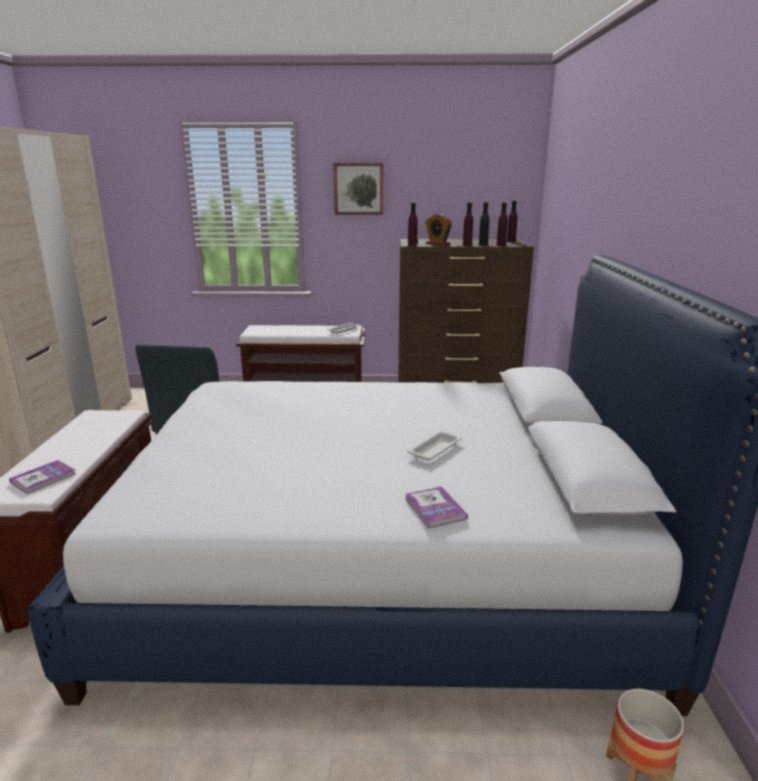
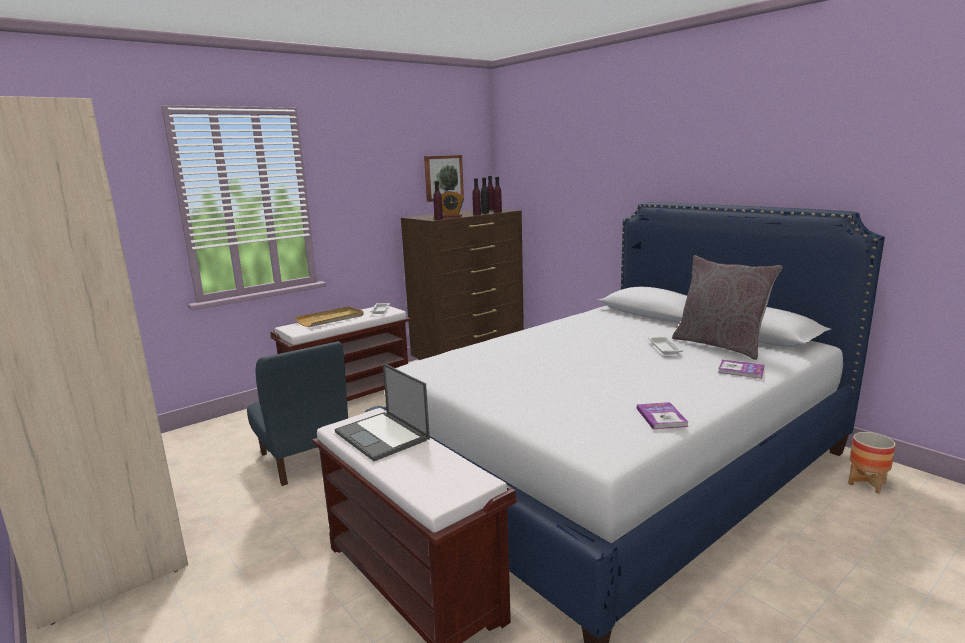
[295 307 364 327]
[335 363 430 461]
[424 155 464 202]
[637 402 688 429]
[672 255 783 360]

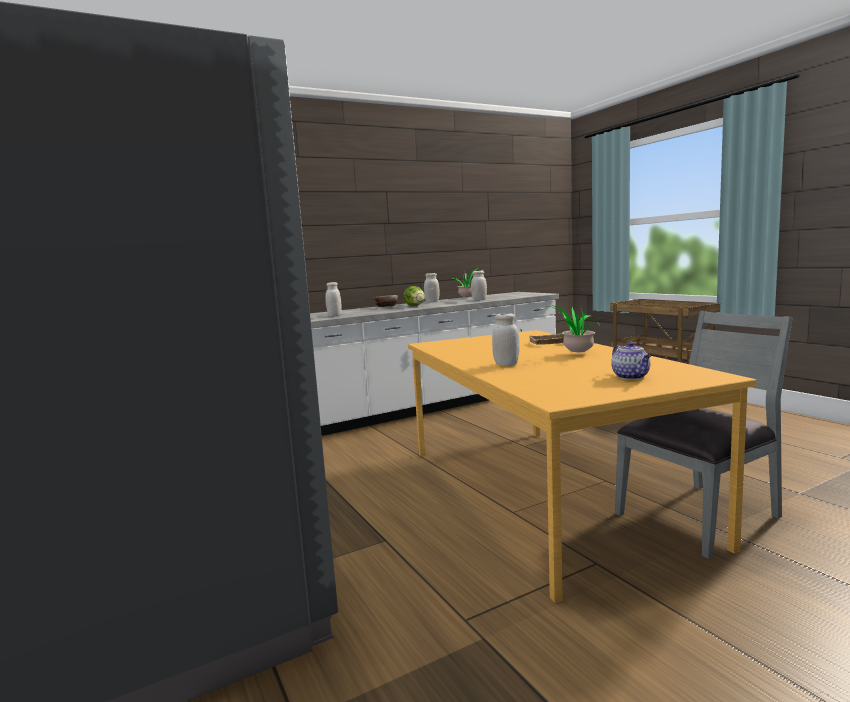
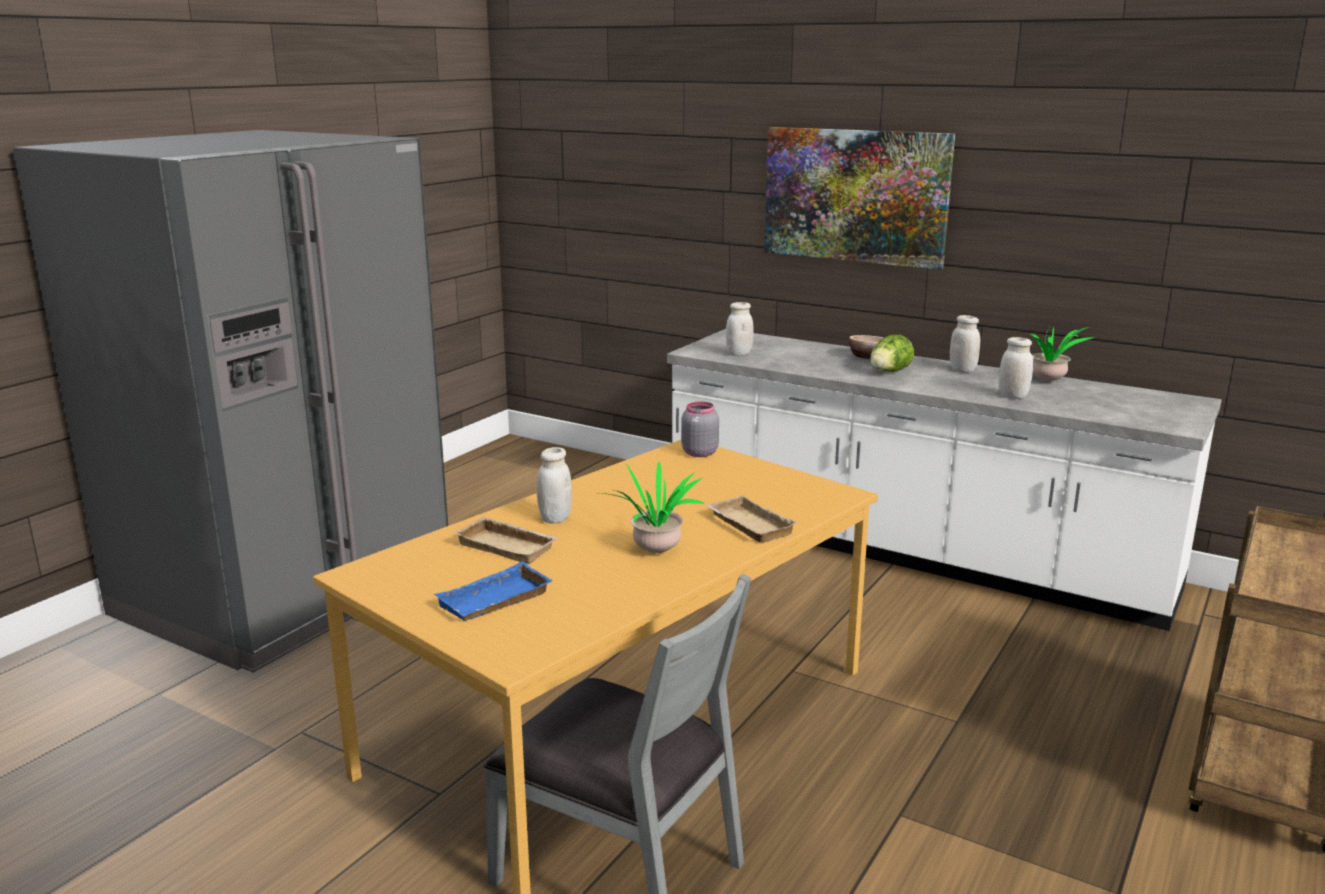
[434 561 553 621]
[453 517 559 564]
[681 402 719 457]
[764 127 955 270]

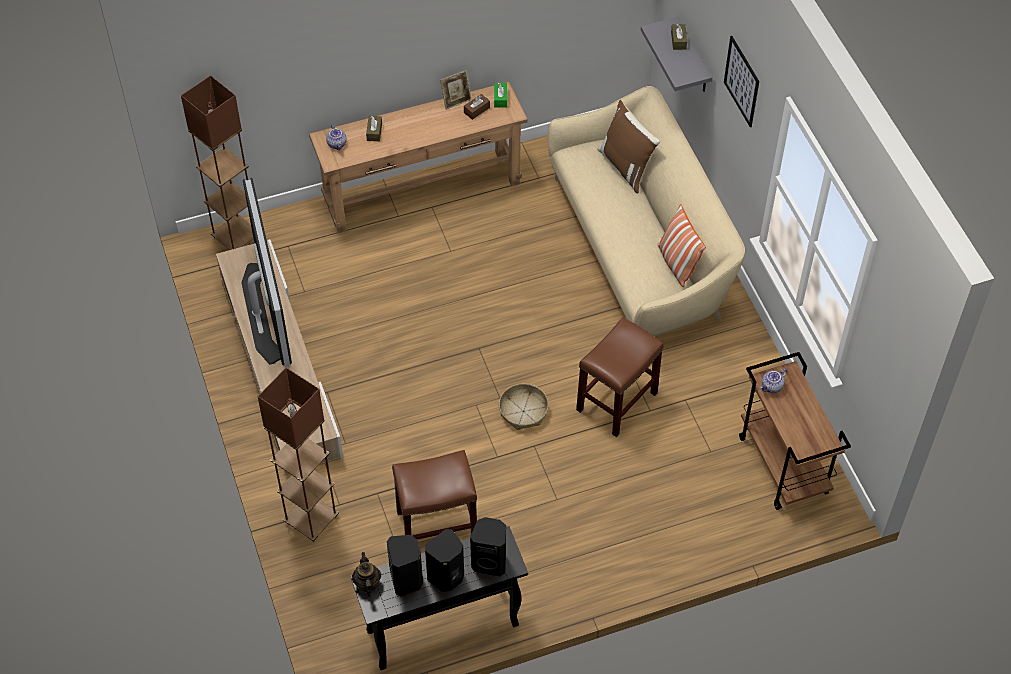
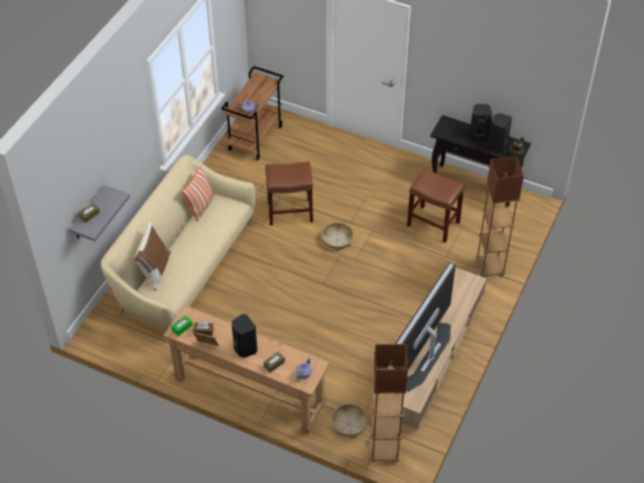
[232 314 257 358]
[332 404 368 438]
[724 36 759 127] (first image)

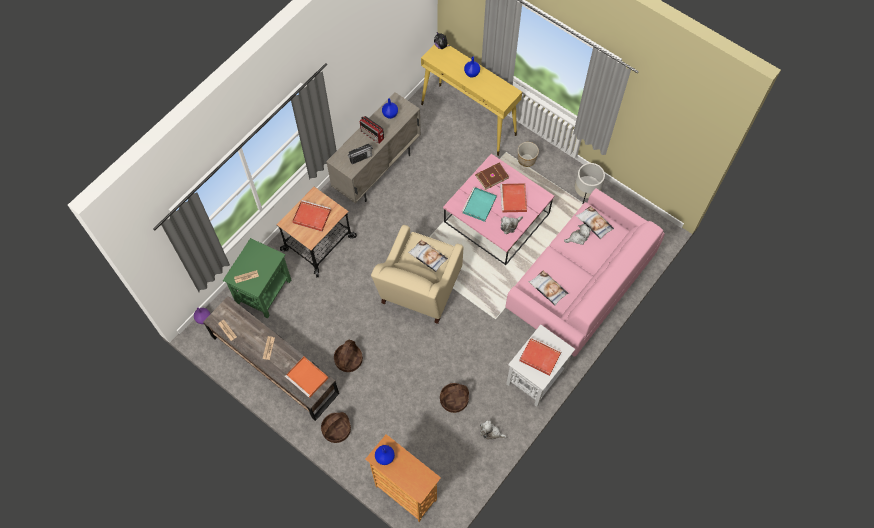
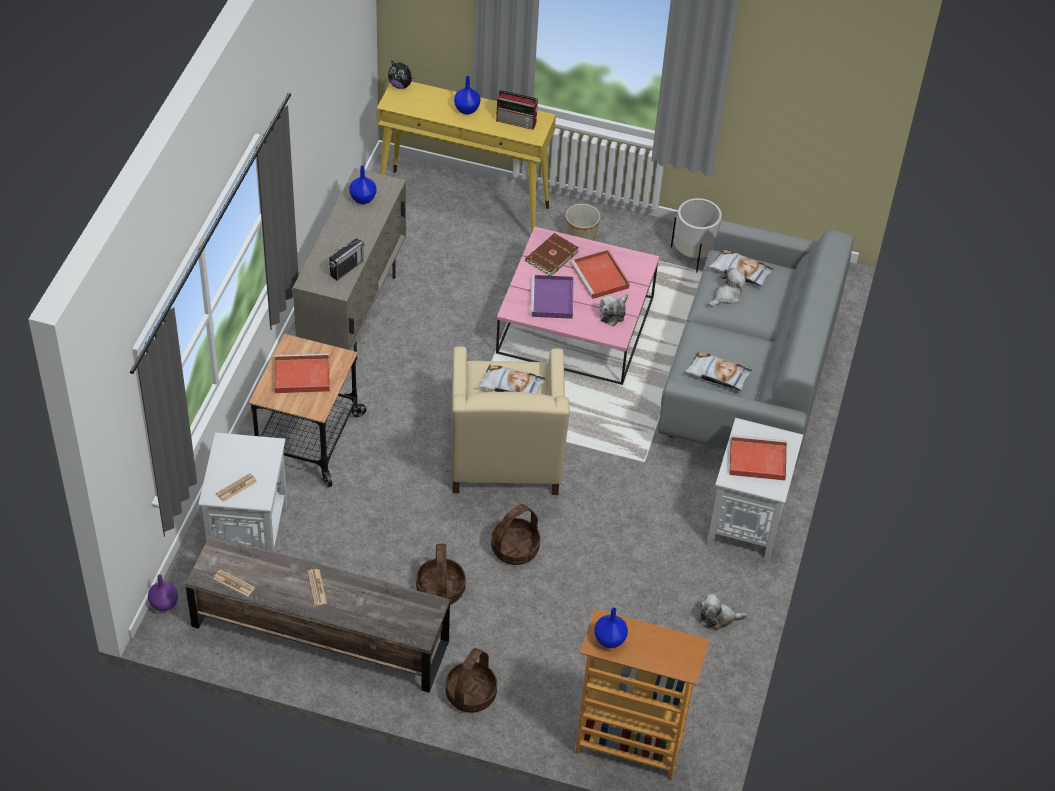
[198 433 288 552]
[491 504 540 565]
[496 90 539 130]
[530 275 573 319]
[658 220 854 467]
[285 357 328 398] (first image)

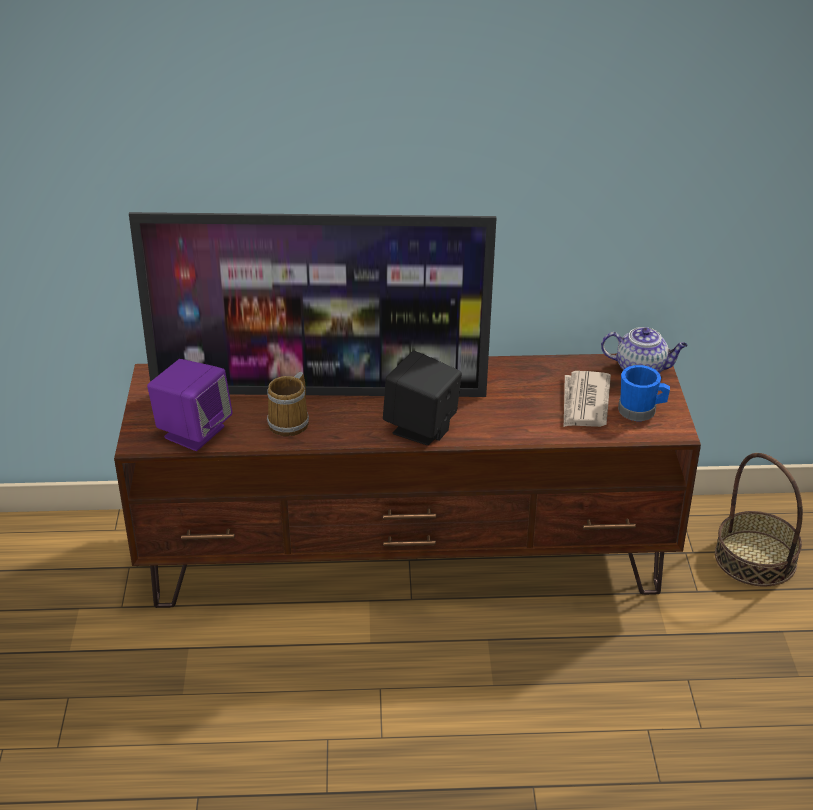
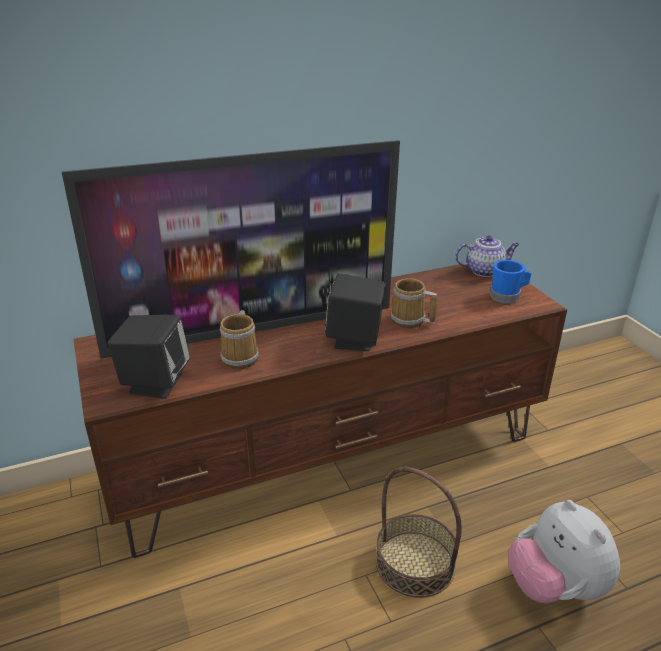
[107 315 190 399]
[376 467 462 598]
[391 278 437 328]
[508 500 620 603]
[564 371 611 427] (first image)

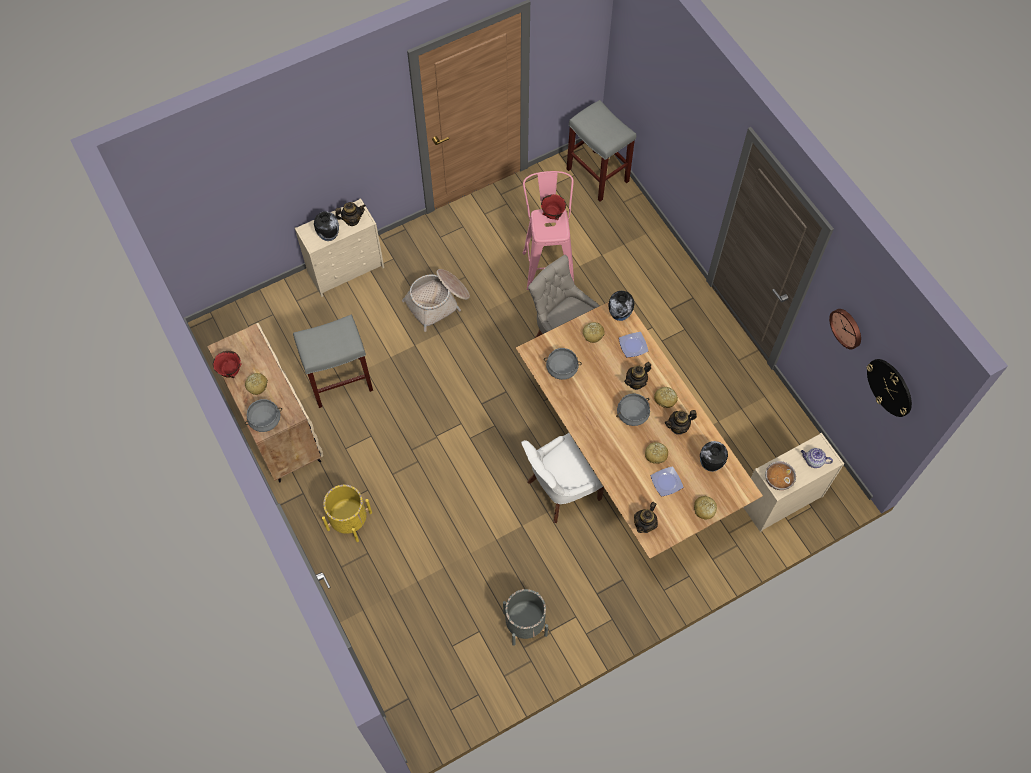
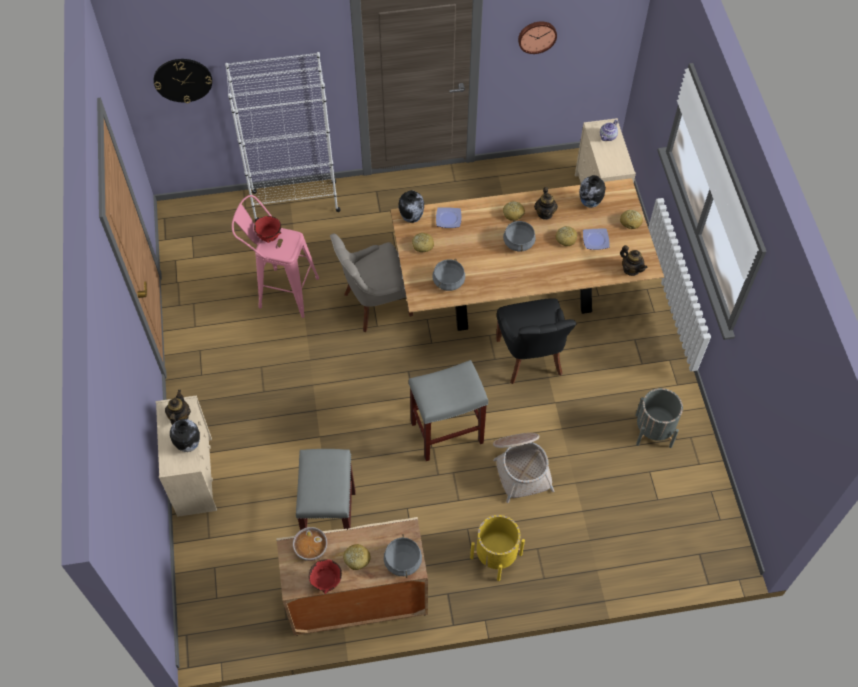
[154 59 212 103]
[225 52 341 222]
[293 527 327 561]
[409 360 488 461]
[493 433 554 503]
[496 298 576 384]
[624 362 651 390] (first image)

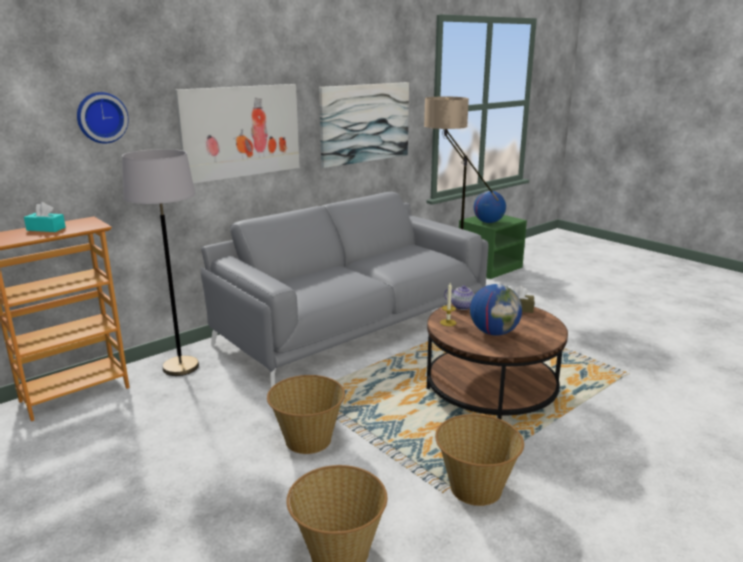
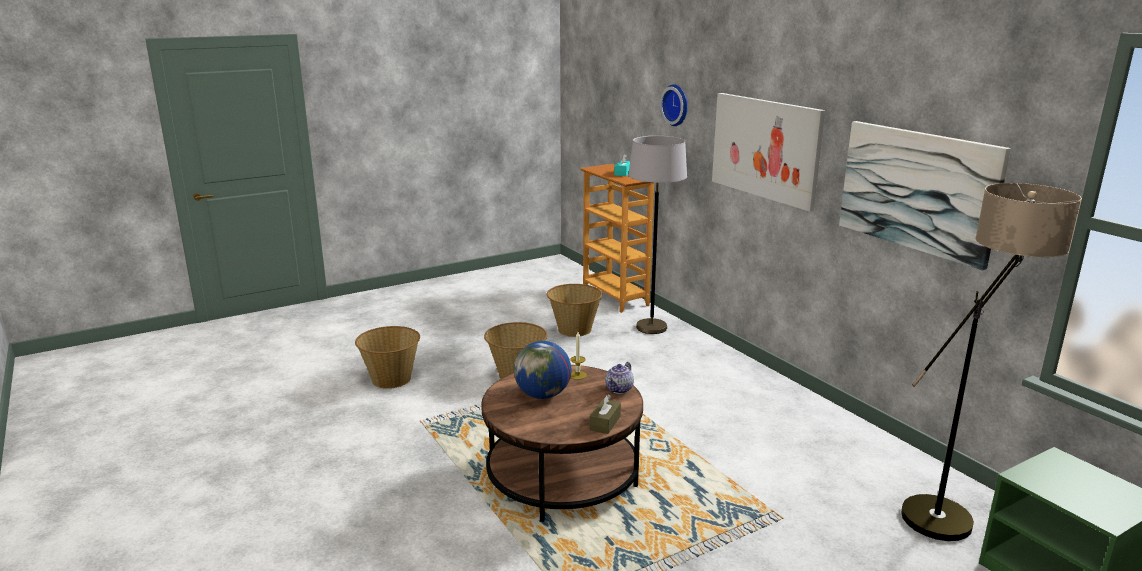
[546 284 602 337]
[201 192 488 388] (first image)
[474 191 506 223] (first image)

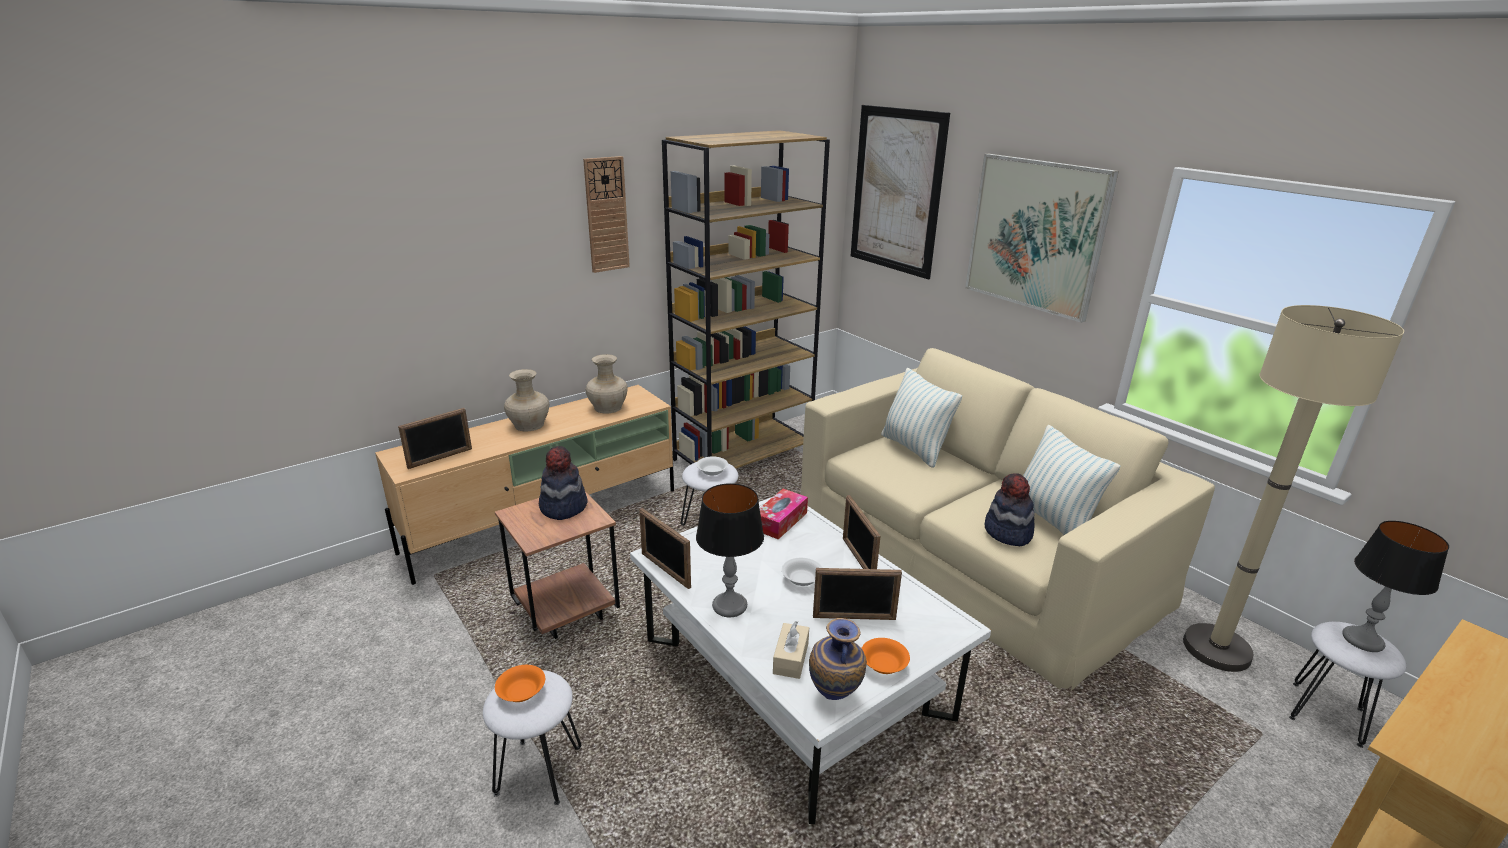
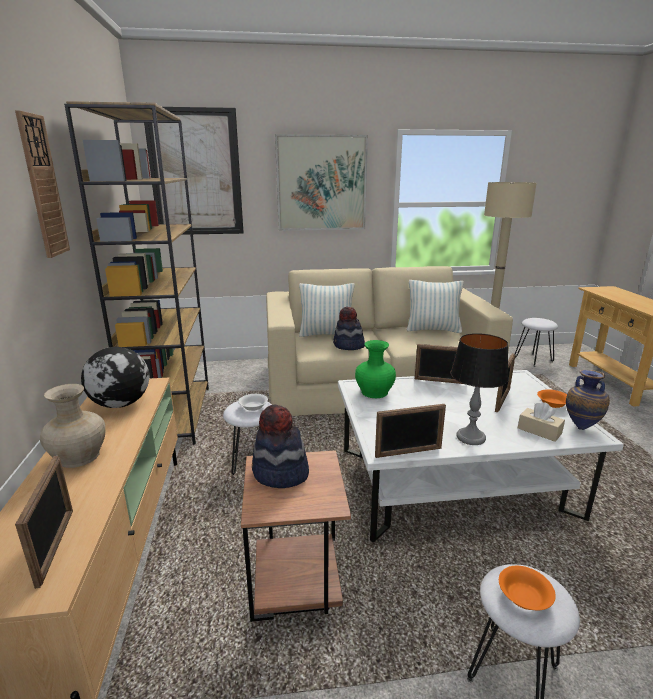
[81 347 149 408]
[333 307 365 350]
[355 340 396 398]
[782 558 823 586] (first image)
[1342 521 1449 652] (first image)

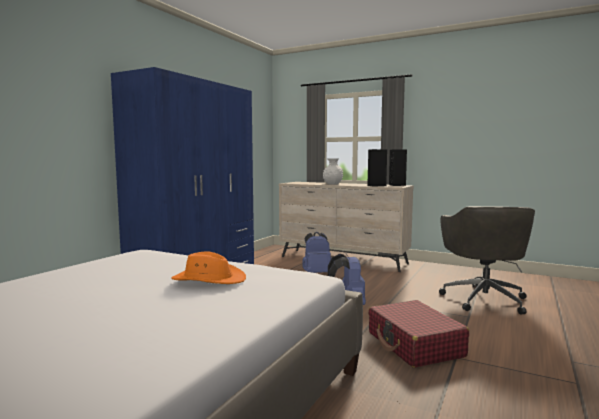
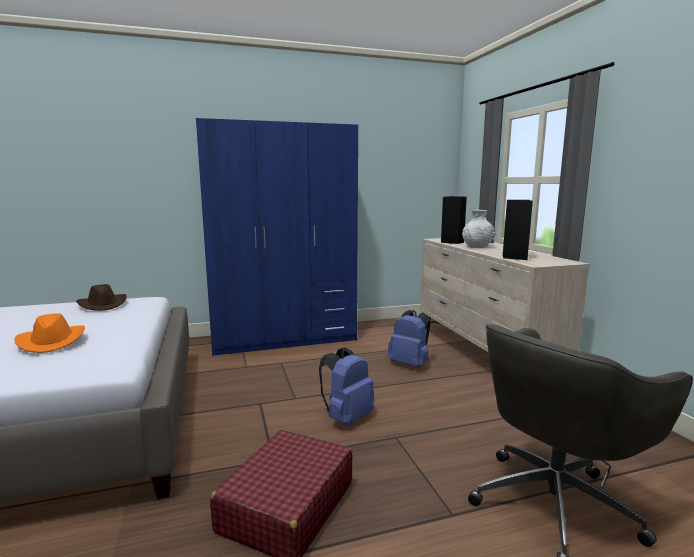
[76 284 127 311]
[441 196 467 244]

